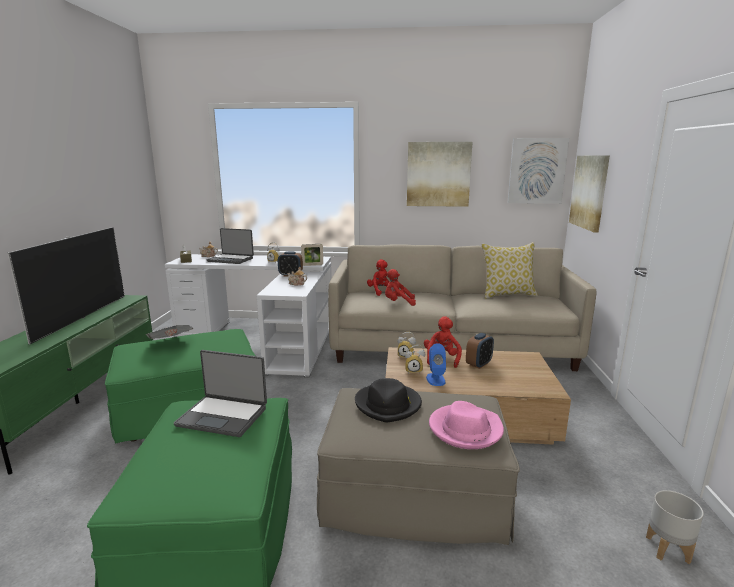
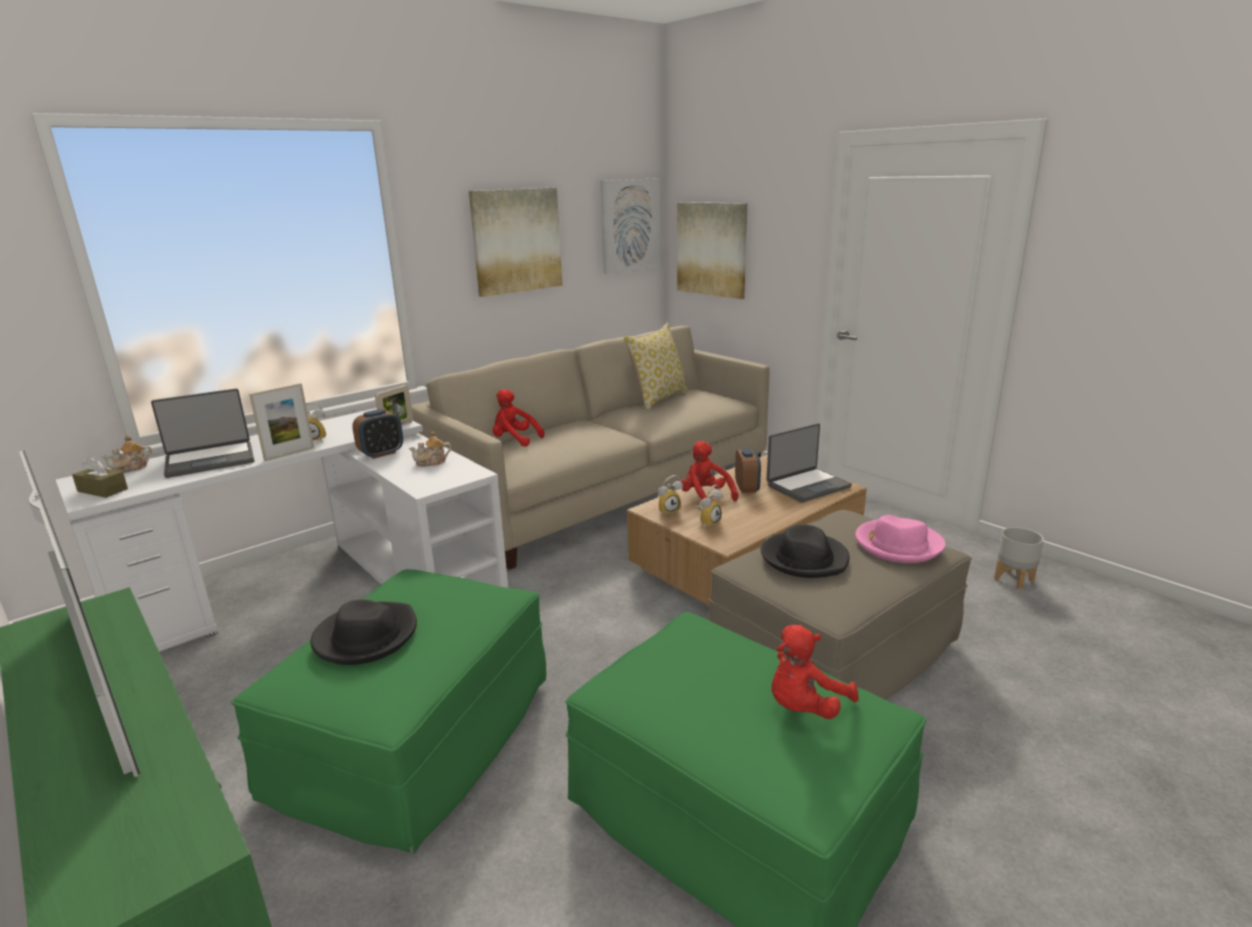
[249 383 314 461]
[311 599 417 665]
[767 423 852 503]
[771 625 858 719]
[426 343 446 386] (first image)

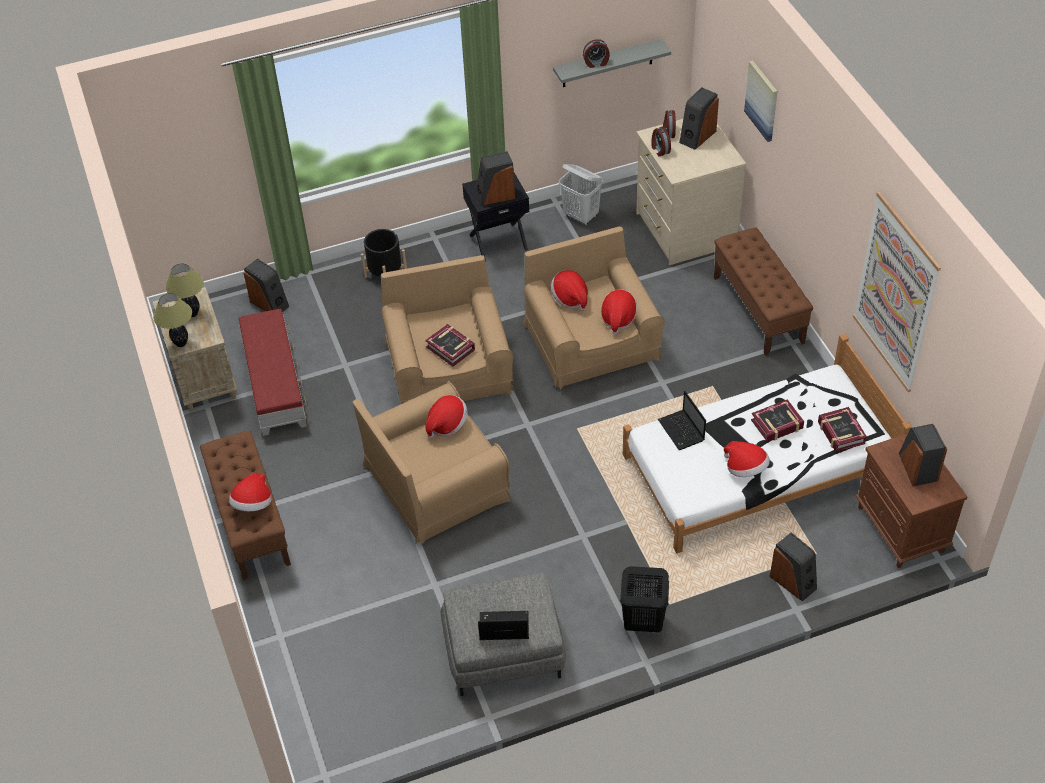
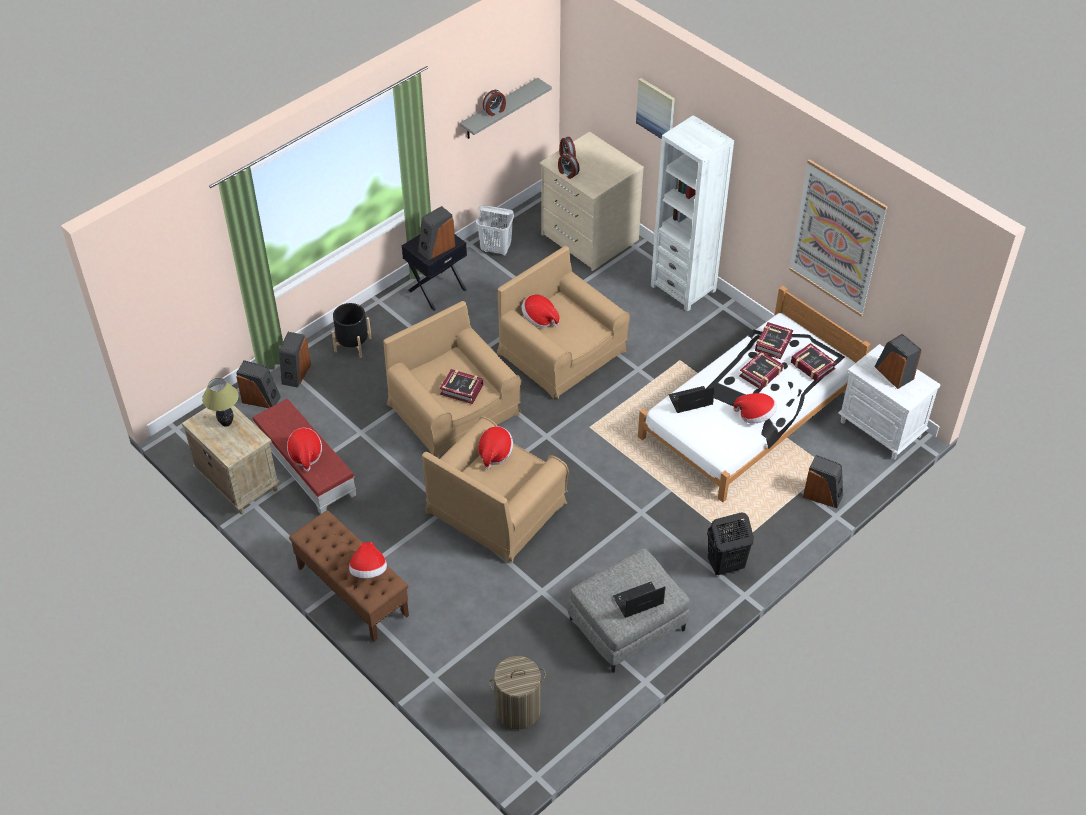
[279 332 311 388]
[287 428 322 471]
[489 656 546 730]
[651 115 734 312]
[668 386 715 413]
[755 322 793 359]
[838 344 940 459]
[153 293 192 347] (first image)

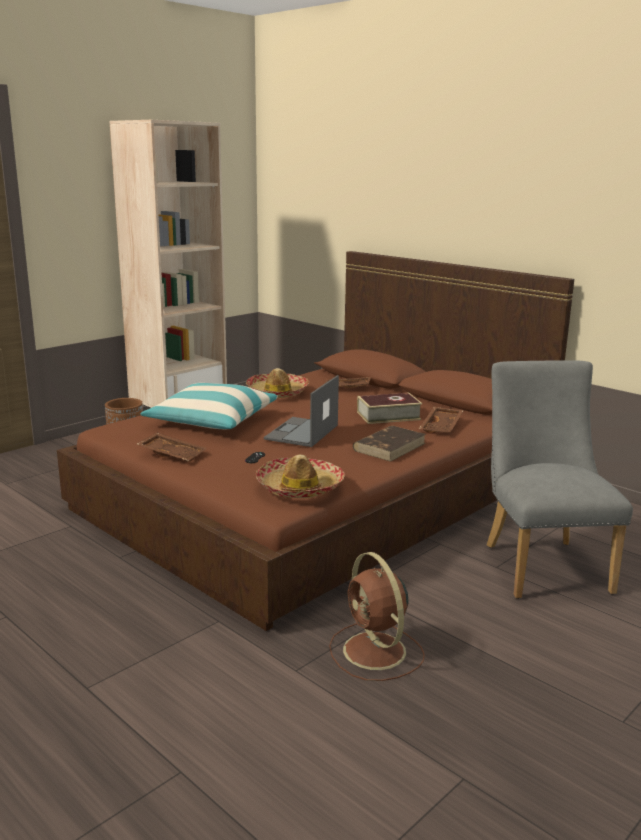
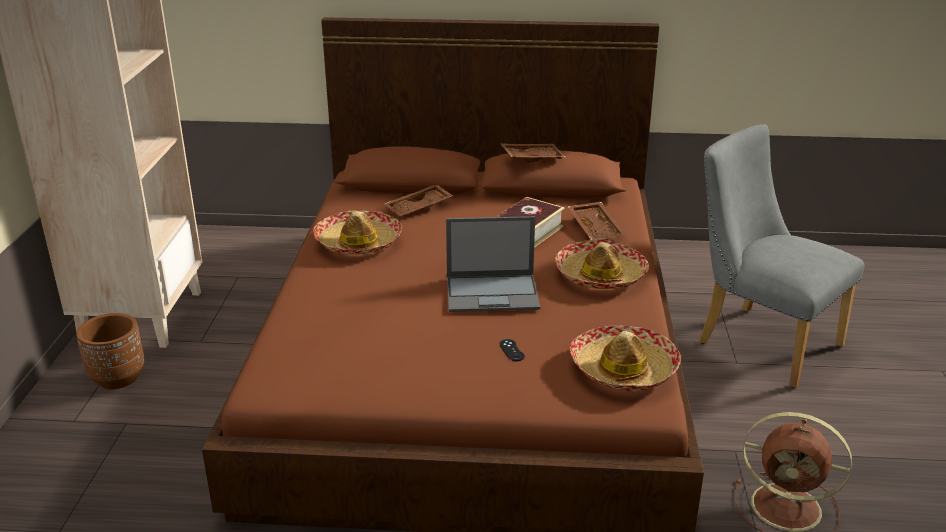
[446 216 540 312]
[500 143 566 163]
[555 239 649 289]
[141 383 278 429] (first image)

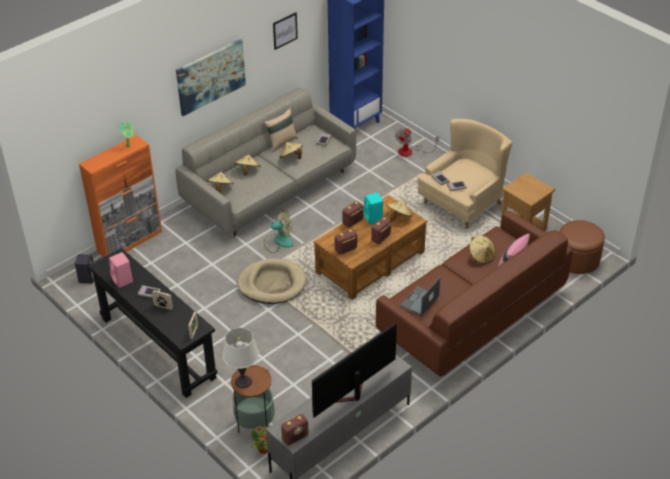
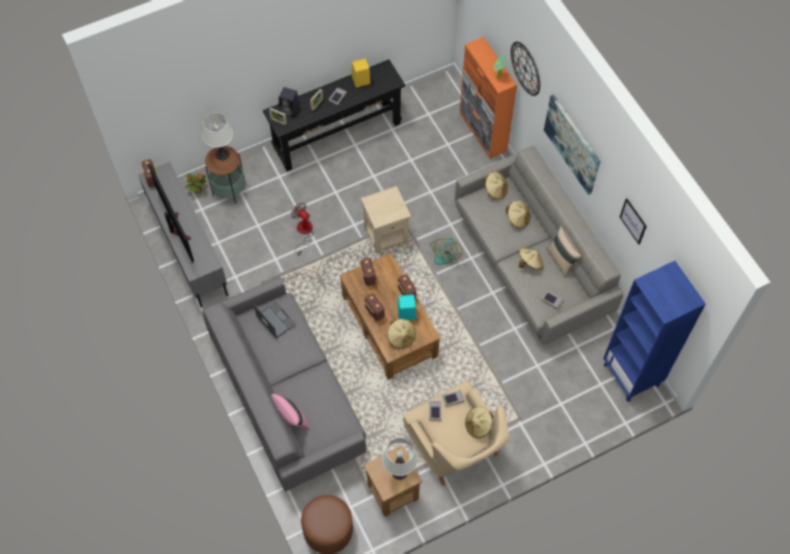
[202 277 366 491]
[279 87 300 117]
[291 202 313 256]
[352 58 371 88]
[361 186 411 254]
[382 438 418 480]
[465 407 493 438]
[511 42 540 96]

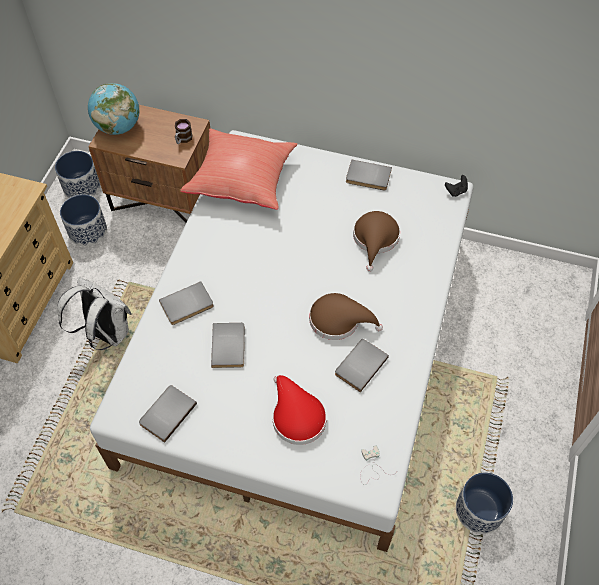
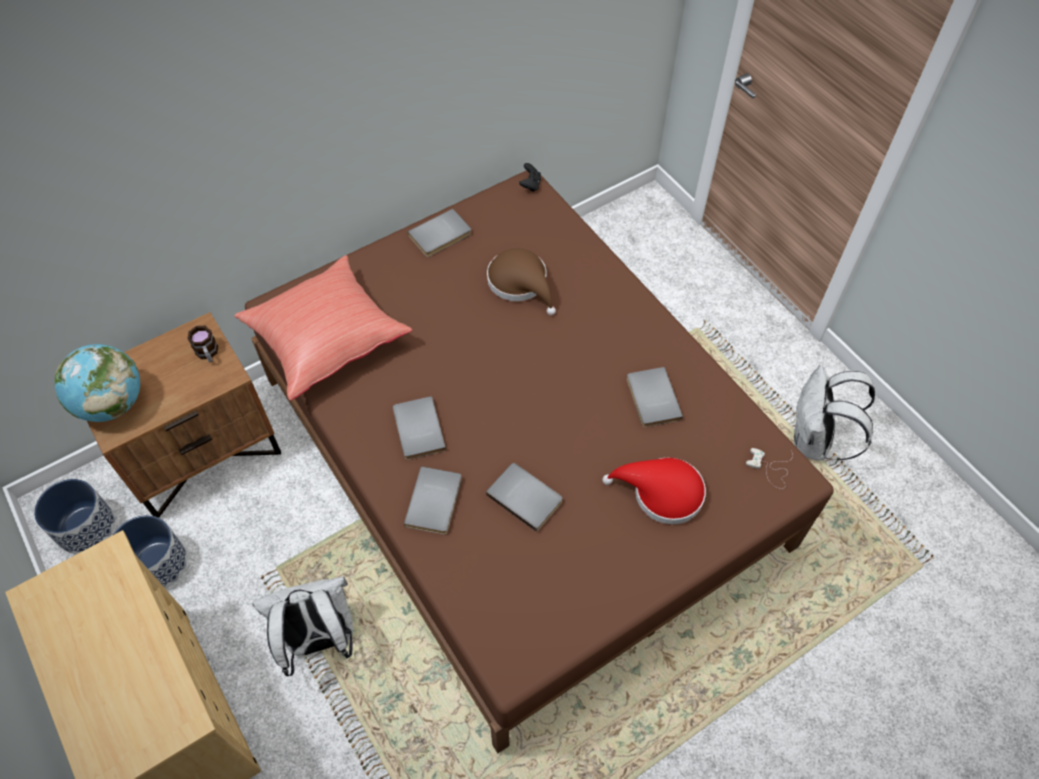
[245 170 834 753]
[393 396 446 460]
[794 365 875 461]
[309 293 383 340] (first image)

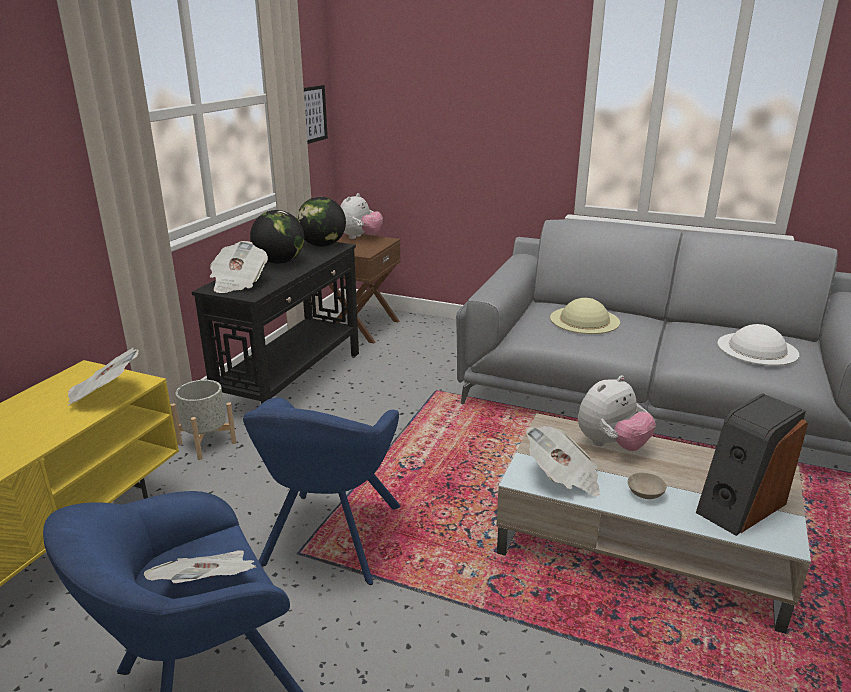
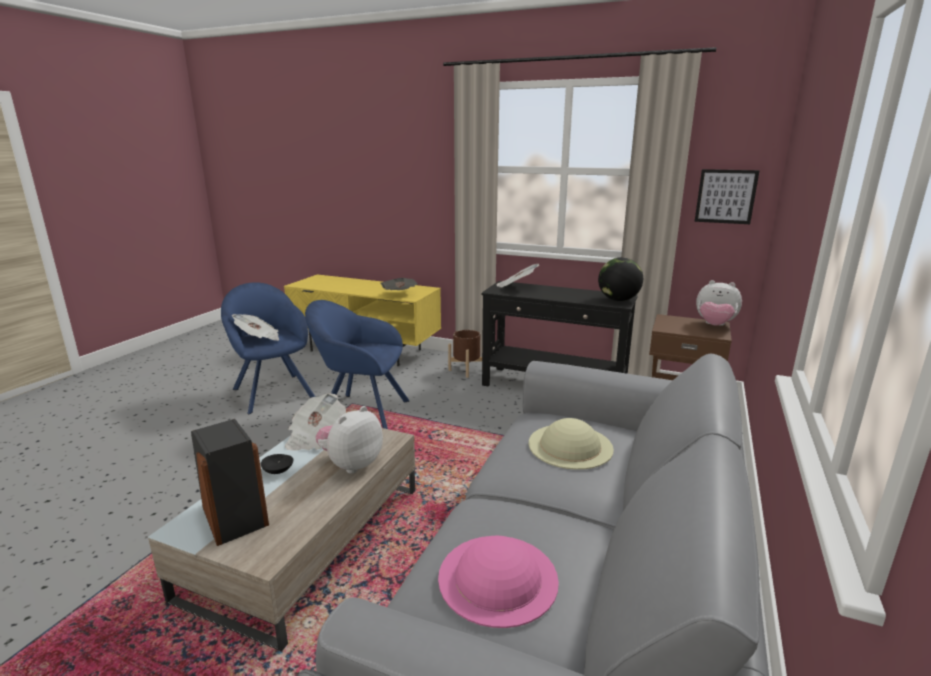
[261 454 294 474]
[315 406 383 473]
[438 536 559 628]
[448 330 482 378]
[250 210 304 264] (first image)

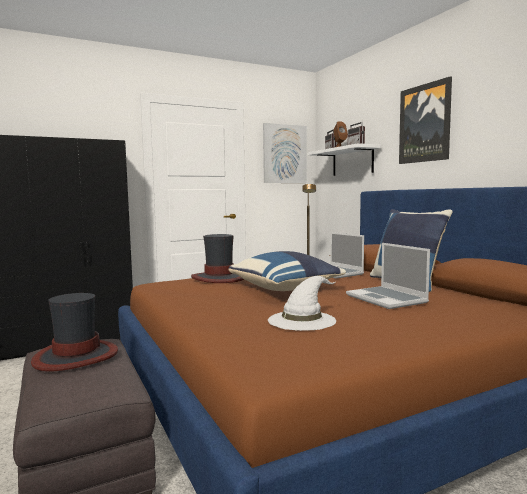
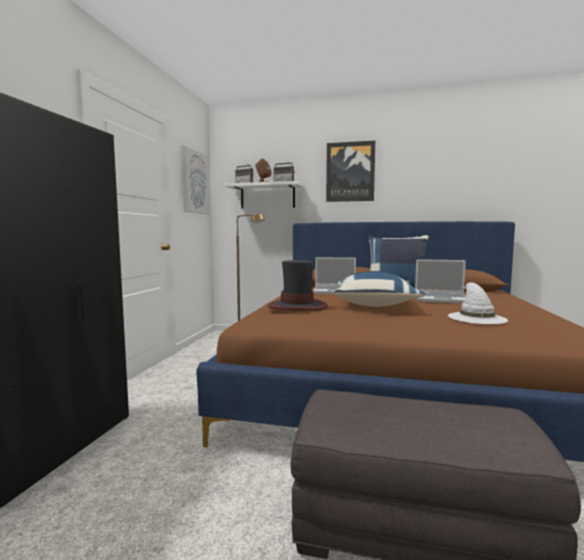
[31 293 118 371] (first image)

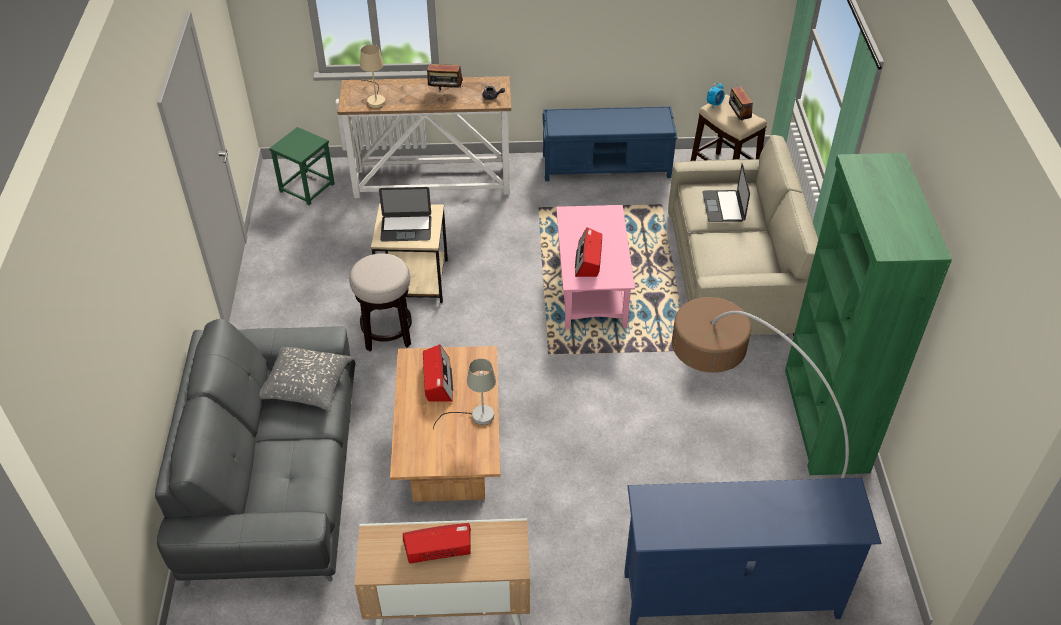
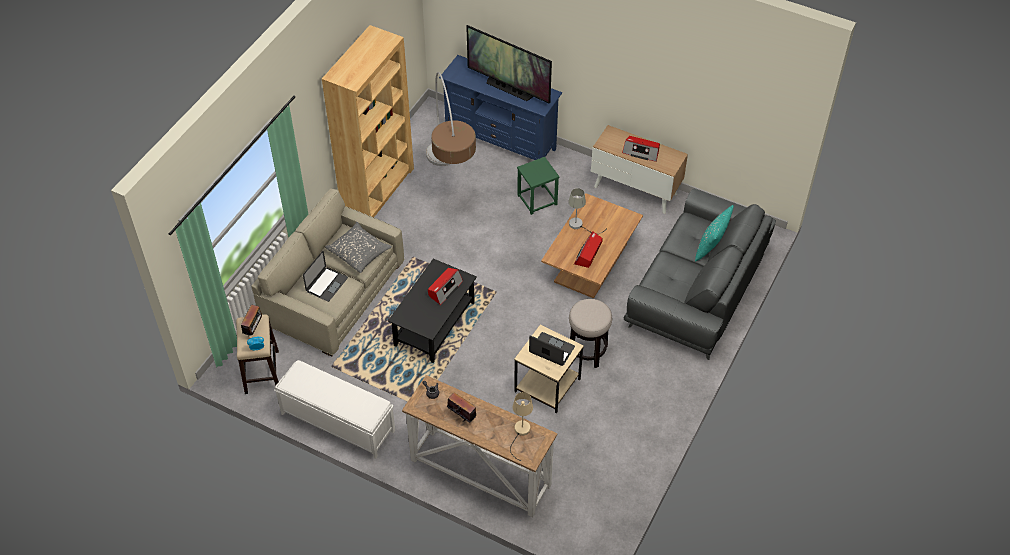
[274 360 395 459]
[322 25 414 217]
[325 222 392 273]
[388 259 477 363]
[466 25 552 104]
[517 157 559 215]
[695 205 734 261]

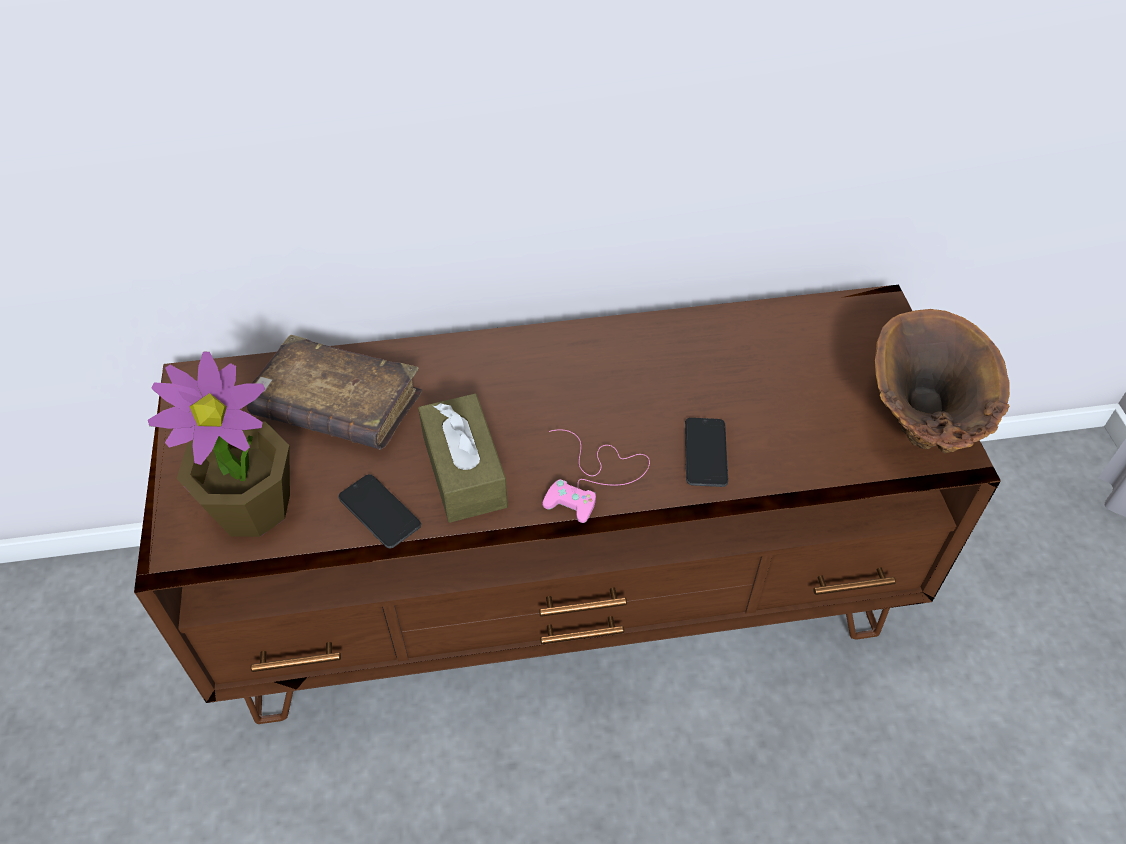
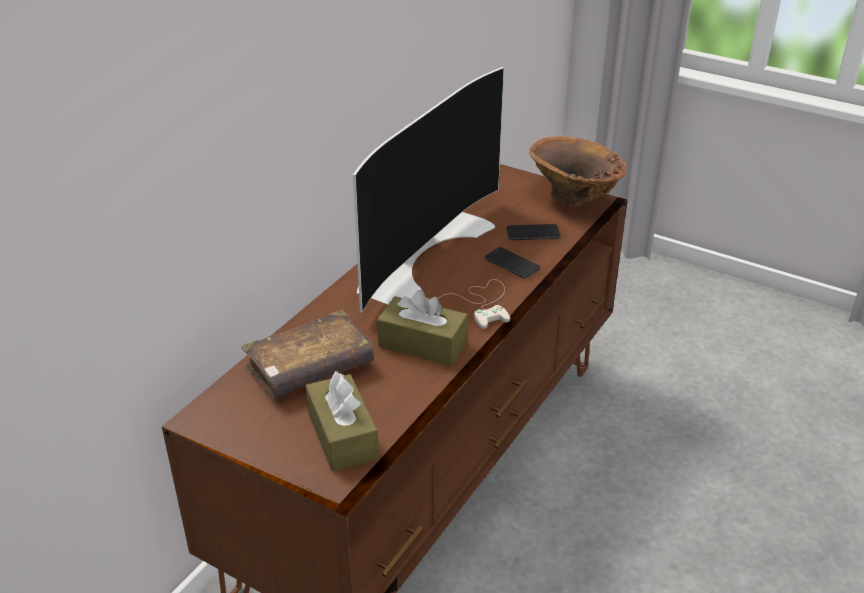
[306 371 379 472]
[353 67 504 312]
[439 279 510 329]
[506 224 561 240]

